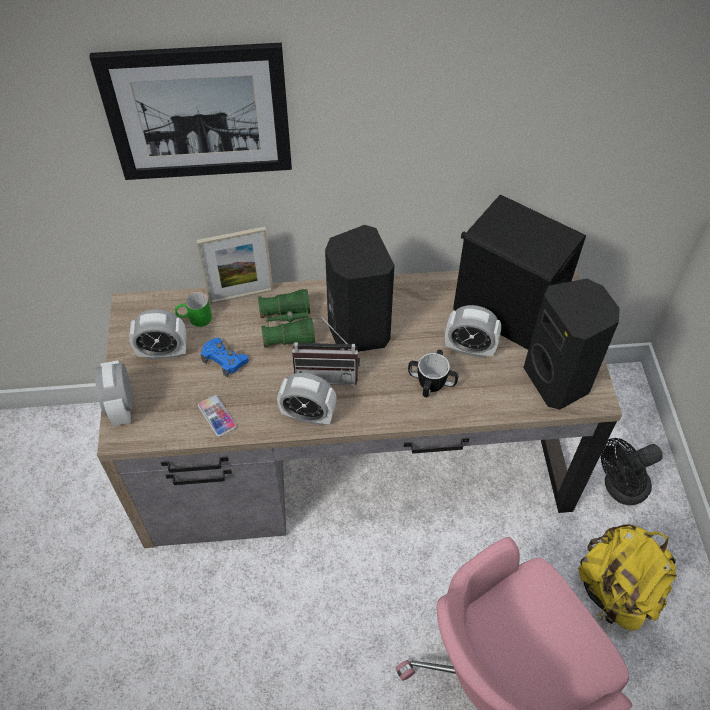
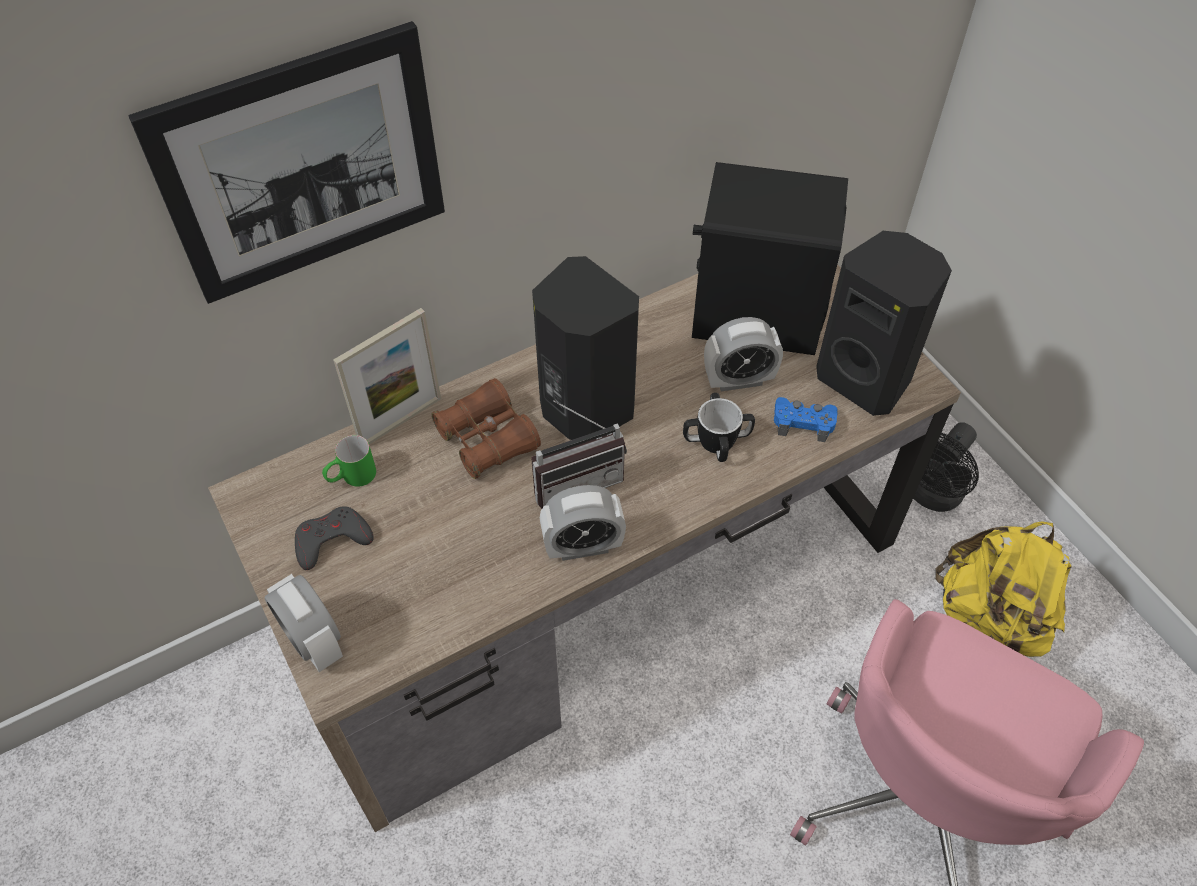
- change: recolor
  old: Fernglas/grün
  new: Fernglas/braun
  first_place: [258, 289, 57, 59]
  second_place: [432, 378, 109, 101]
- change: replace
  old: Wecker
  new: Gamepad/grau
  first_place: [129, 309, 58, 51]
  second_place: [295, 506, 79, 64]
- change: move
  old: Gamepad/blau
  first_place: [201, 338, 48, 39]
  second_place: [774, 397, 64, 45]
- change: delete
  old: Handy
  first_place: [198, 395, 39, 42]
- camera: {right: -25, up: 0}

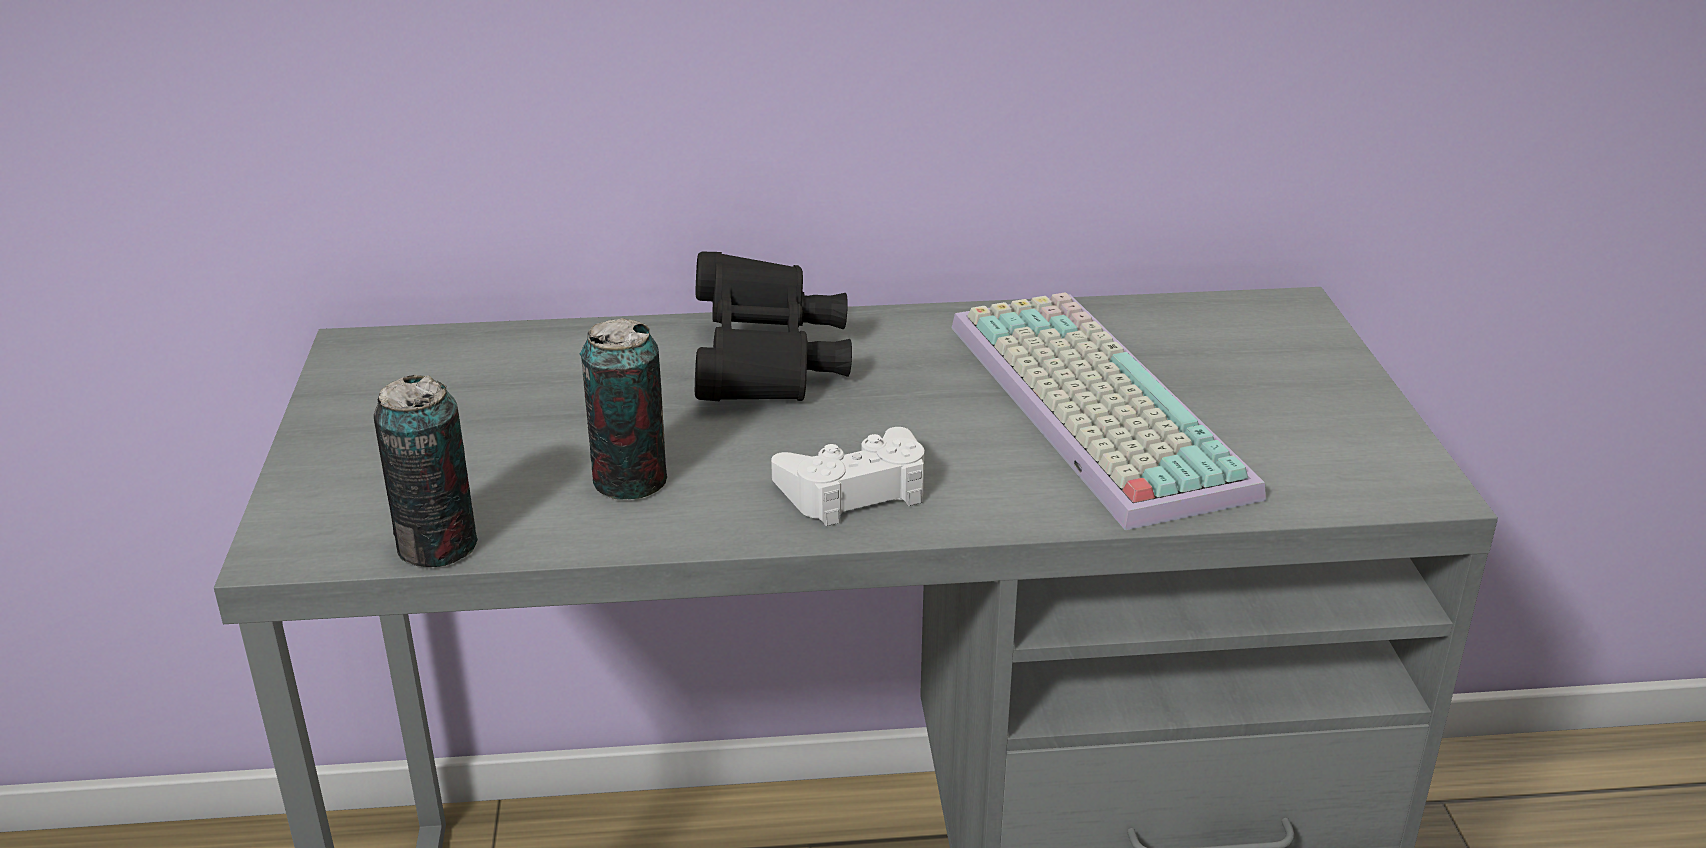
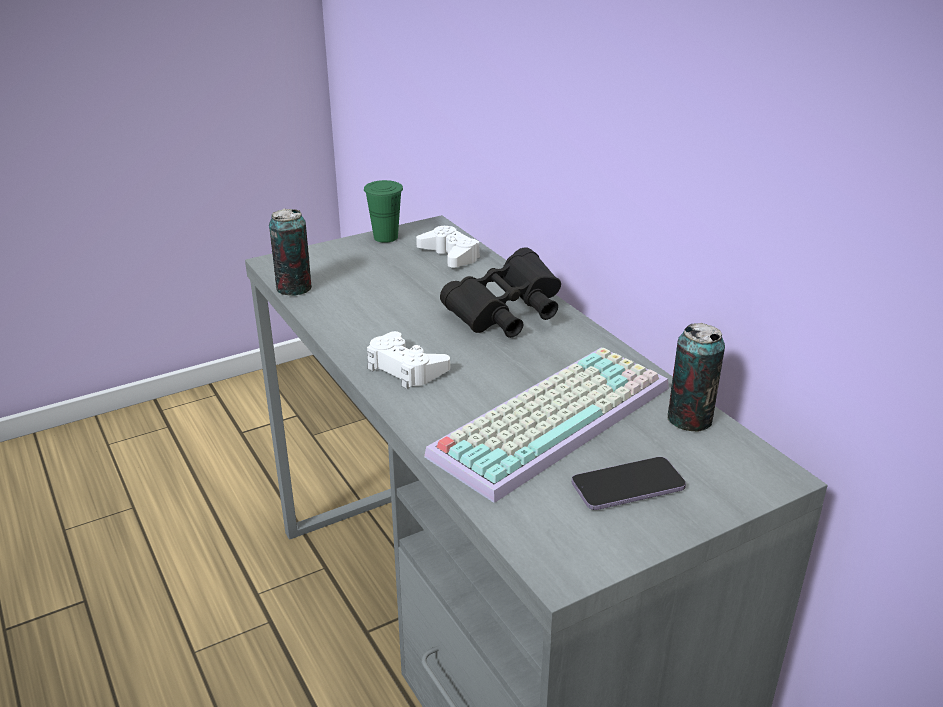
- change: move
  old: Dose
  first_place: [580, 318, 87, 182]
  second_place: [667, 323, 58, 109]
- change: insert
  new: Tasse/grün
  second_place: [364, 180, 39, 63]
- change: insert
  new: Gamepad/weiß
  second_place: [416, 226, 64, 42]
- change: insert
  new: Handy
  second_place: [572, 457, 114, 53]
- camera: {right: 65, up: 0}

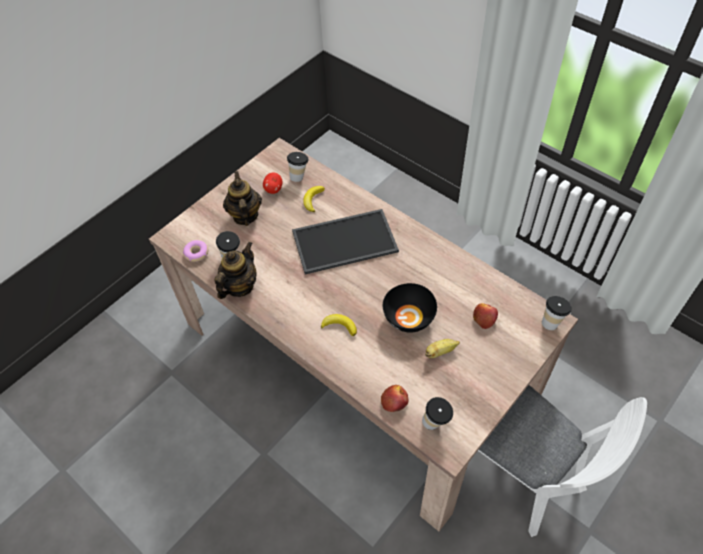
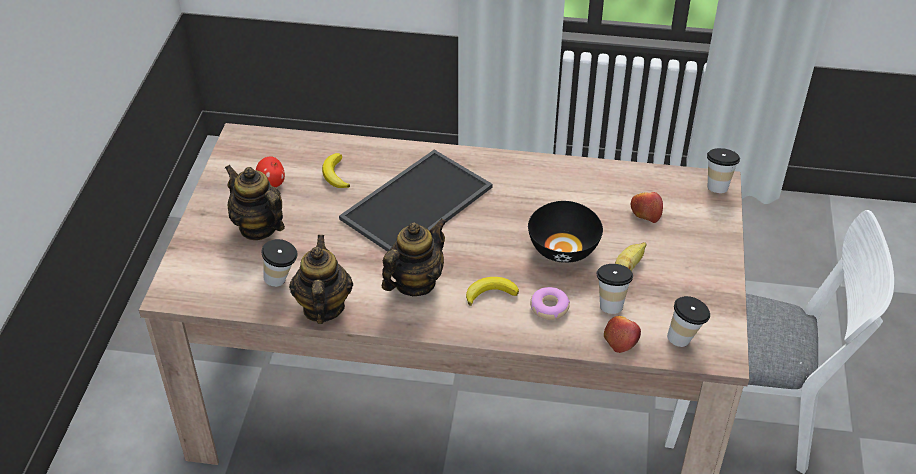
- change: move
  old: Tasse
  first_place: [287, 152, 22, 30]
  second_place: [597, 264, 36, 50]
- change: move
  old: Donut
  first_place: [183, 240, 25, 22]
  second_place: [530, 287, 40, 33]
- change: insert
  new: Teekanne
  second_place: [382, 218, 65, 78]
- camera: {right: -35, up: -10}

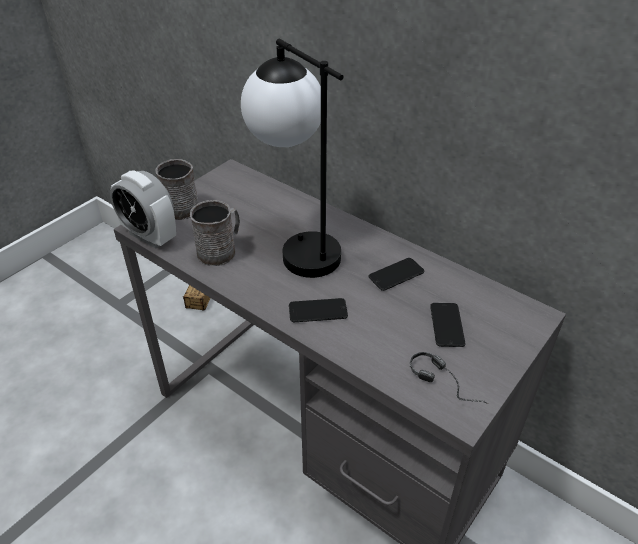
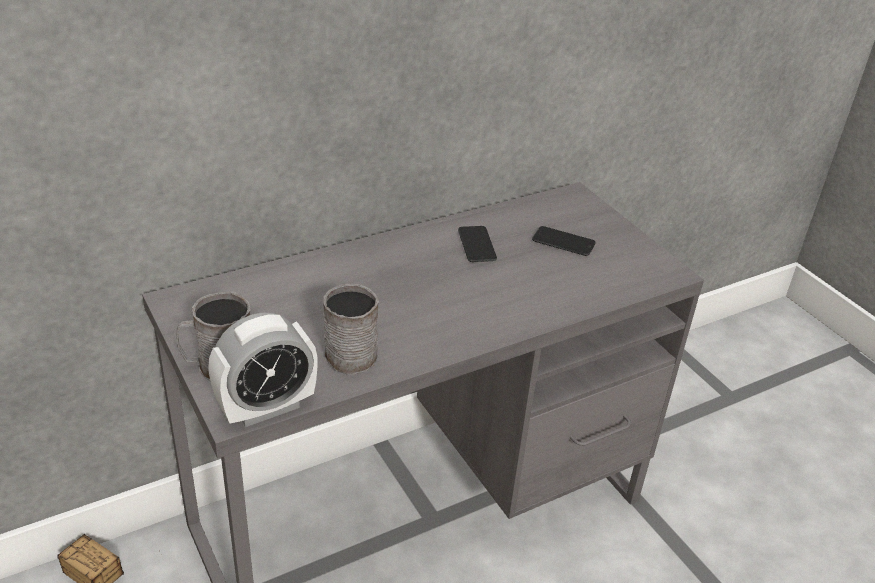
- change: delete
  old: Tischlampe
  first_place: [241, 39, 103, 239]
- change: delete
  old: Handy
  first_place: [289, 298, 59, 24]
- change: delete
  old: Kopfhörer
  first_place: [410, 352, 79, 52]
- camera: {right: -70, up: -5}

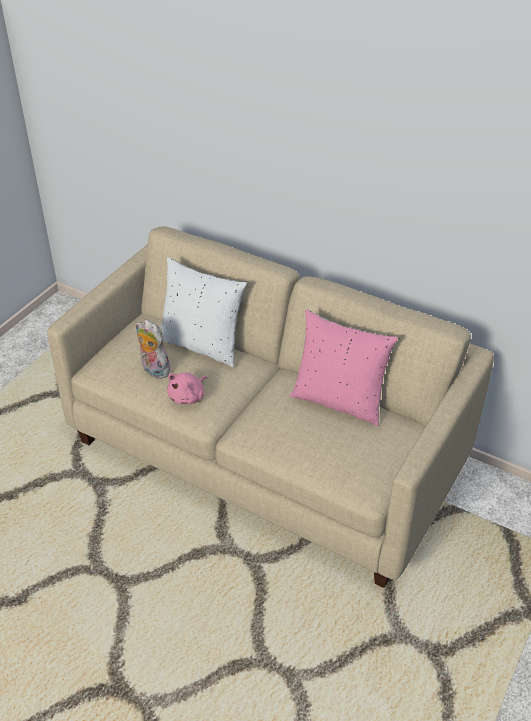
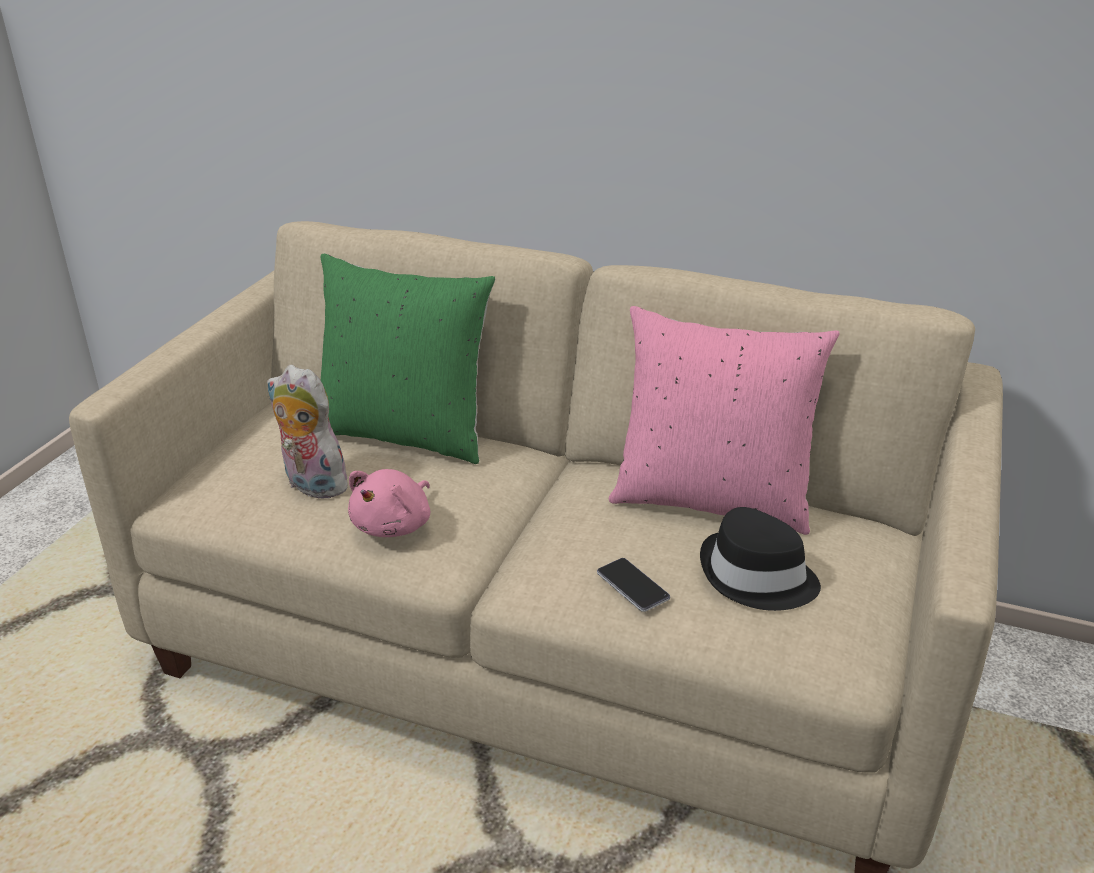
- change: recolor
  old: Kissen/weiß
  new: Kissen/grün
  first_place: [160, 257, 87, 110]
  second_place: [320, 253, 175, 211]
- change: insert
  new: Hut/schwarz
  second_place: [700, 507, 121, 104]
- change: insert
  new: Handy
  second_place: [597, 558, 73, 54]
- camera: {right: -10, up: -10}

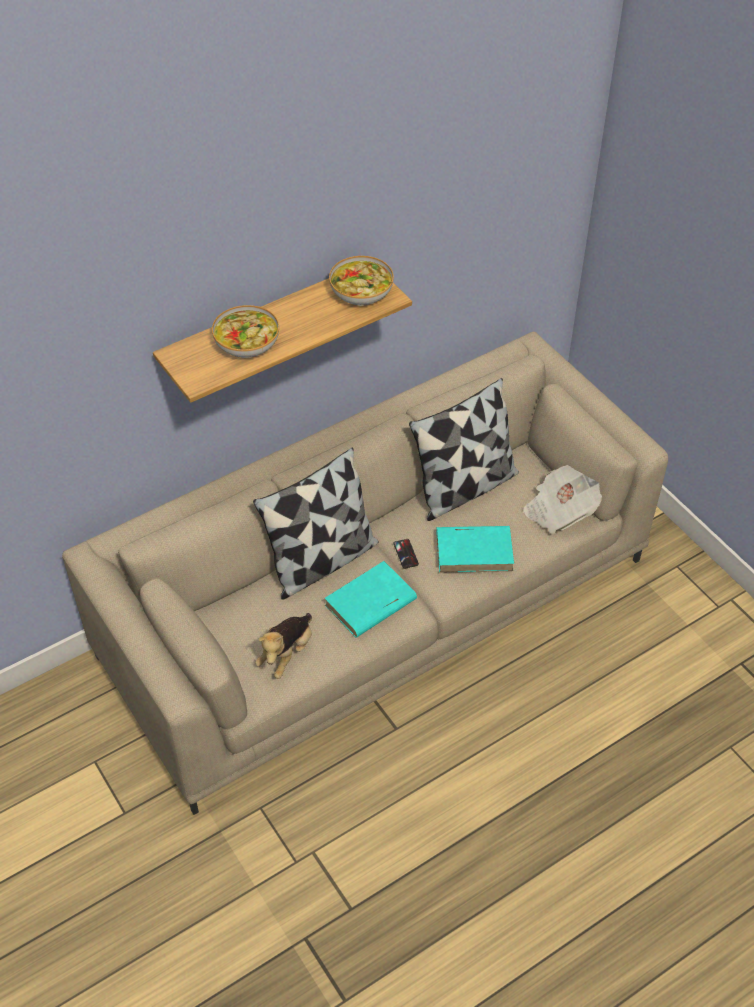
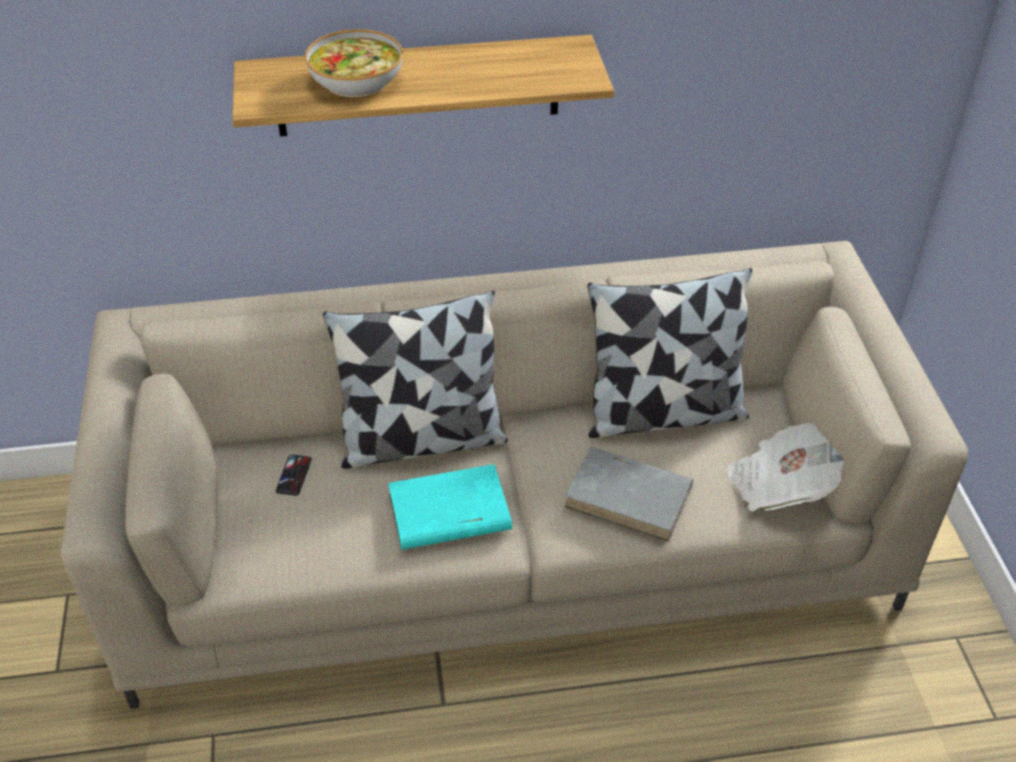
- change: delete
  old: Schüssel
  first_place: [329, 256, 65, 50]
- change: recolor
  old: Buch/türkis
  new: Buch/grau
  first_place: [436, 526, 78, 47]
  second_place: [564, 447, 129, 95]
- change: move
  old: Handy
  first_place: [393, 539, 26, 30]
  second_place: [276, 454, 36, 42]
- change: delete
  old: Plüschtier
  first_place: [255, 613, 57, 66]
- camera: {right: 25, up: -5}

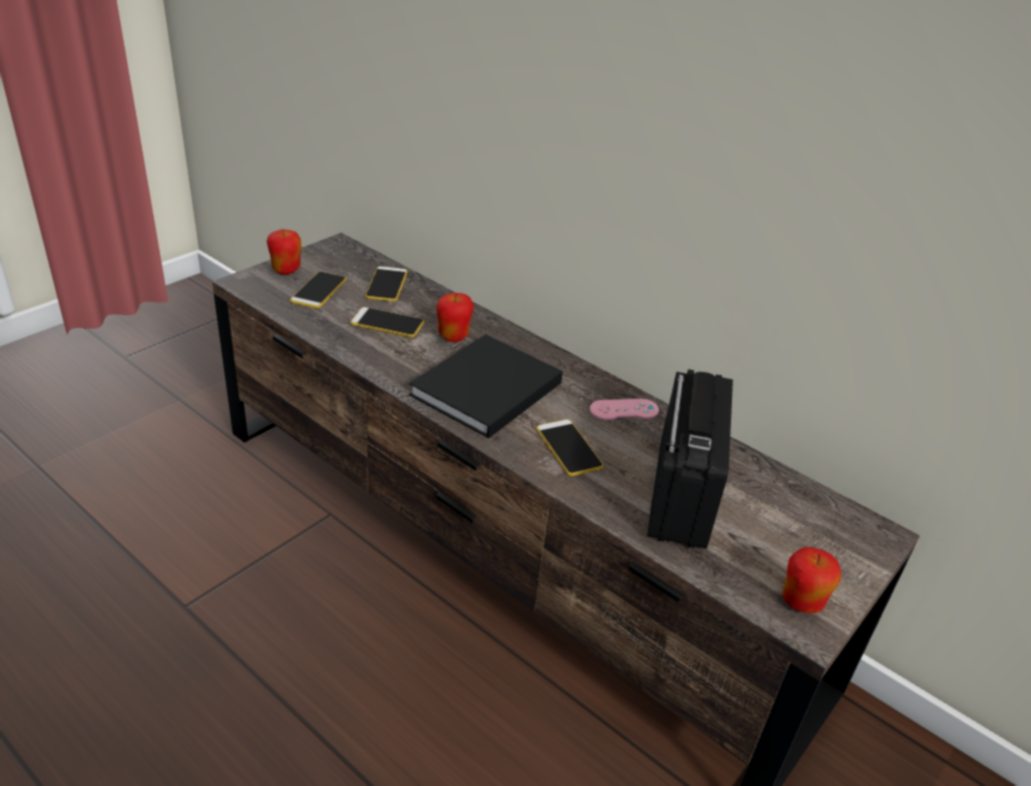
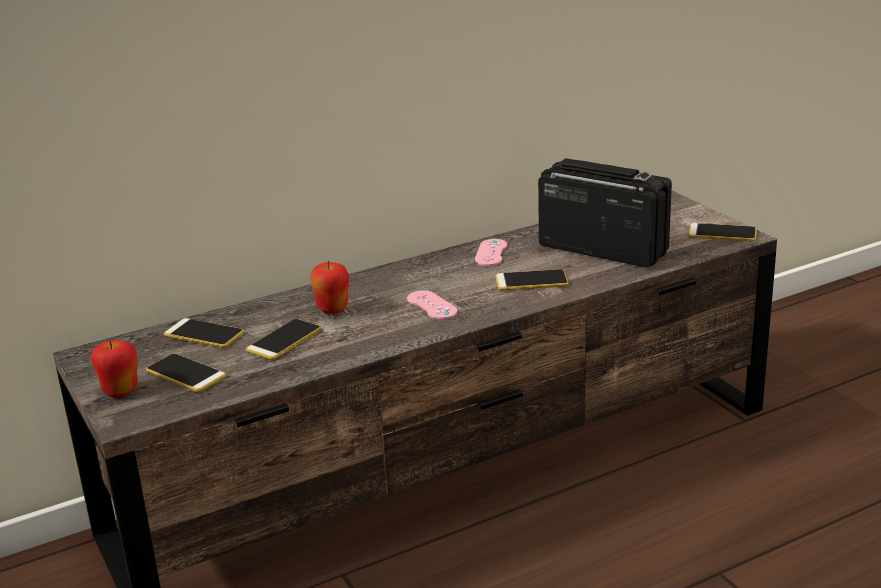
- change: replace
  old: Buch/schwarz
  new: Gamepad/rosa
  first_place: [409, 334, 154, 104]
  second_place: [407, 291, 51, 28]
- change: replace
  old: Apfel
  new: Handy
  first_place: [782, 547, 59, 66]
  second_place: [688, 223, 69, 19]
- camera: {right: -65, up: -10}

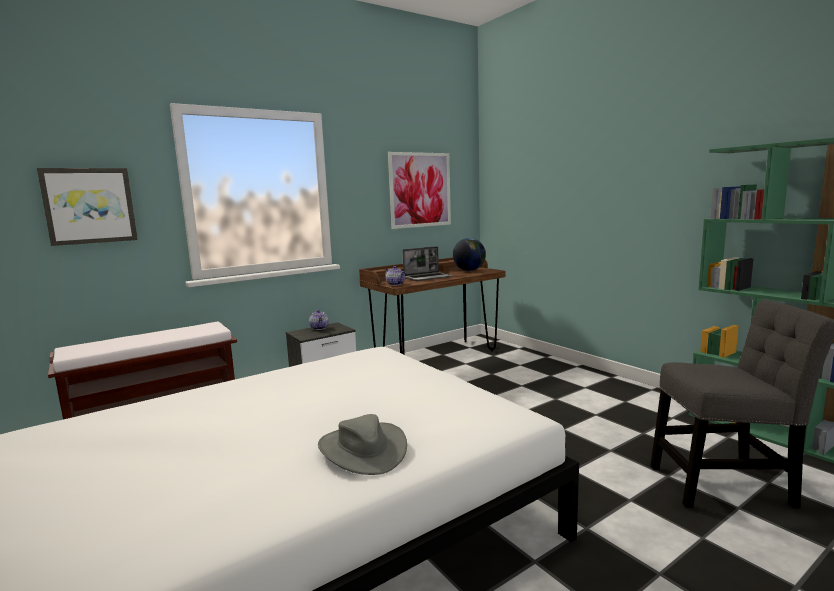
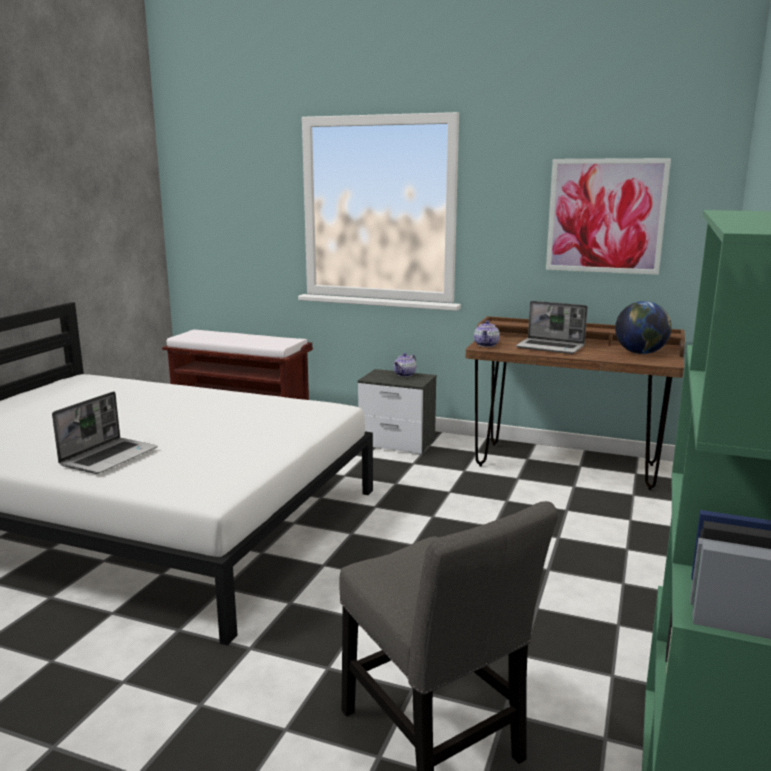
- change: delete
  old: Bild
  first_place: [37, 168, 101, 78]
- change: replace
  old: Hut/grau
  new: Laptop
  first_place: [318, 414, 89, 61]
  second_place: [52, 391, 106, 83]
- camera: {right: 55, up: 5}

